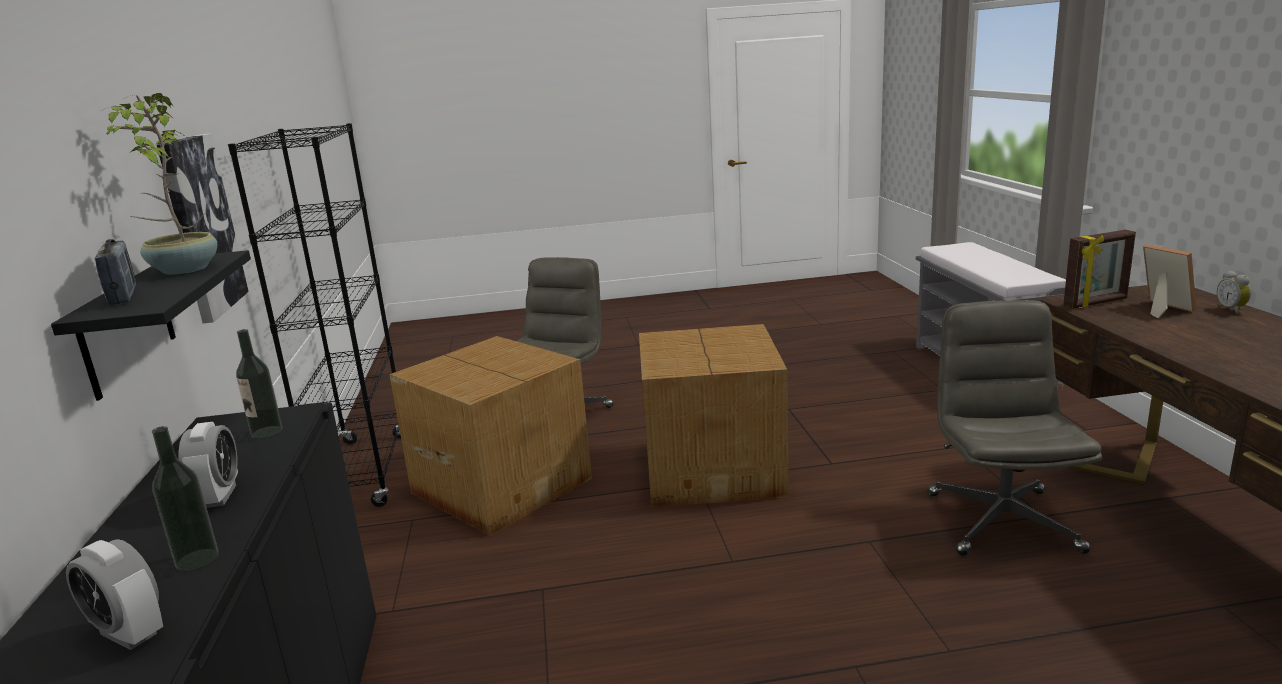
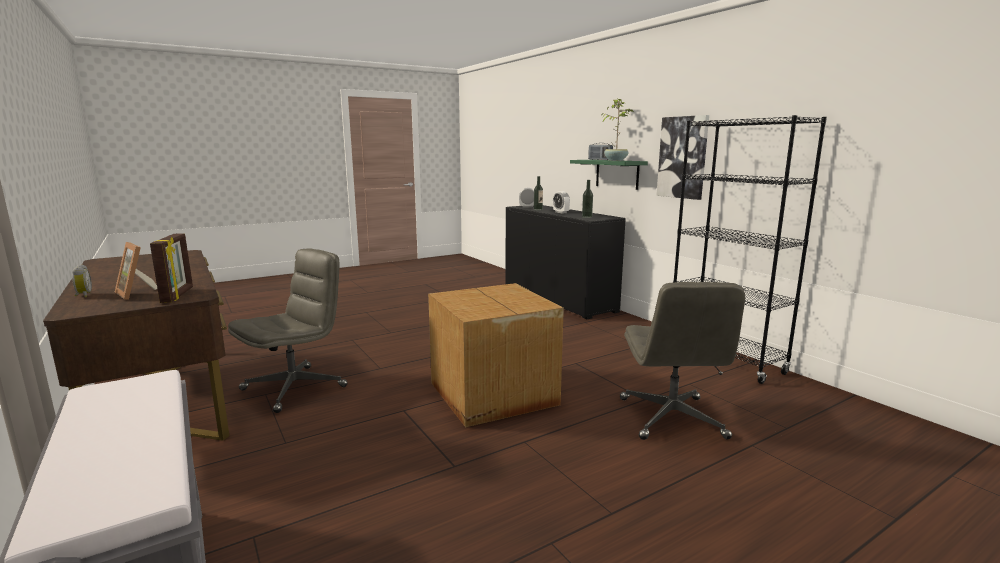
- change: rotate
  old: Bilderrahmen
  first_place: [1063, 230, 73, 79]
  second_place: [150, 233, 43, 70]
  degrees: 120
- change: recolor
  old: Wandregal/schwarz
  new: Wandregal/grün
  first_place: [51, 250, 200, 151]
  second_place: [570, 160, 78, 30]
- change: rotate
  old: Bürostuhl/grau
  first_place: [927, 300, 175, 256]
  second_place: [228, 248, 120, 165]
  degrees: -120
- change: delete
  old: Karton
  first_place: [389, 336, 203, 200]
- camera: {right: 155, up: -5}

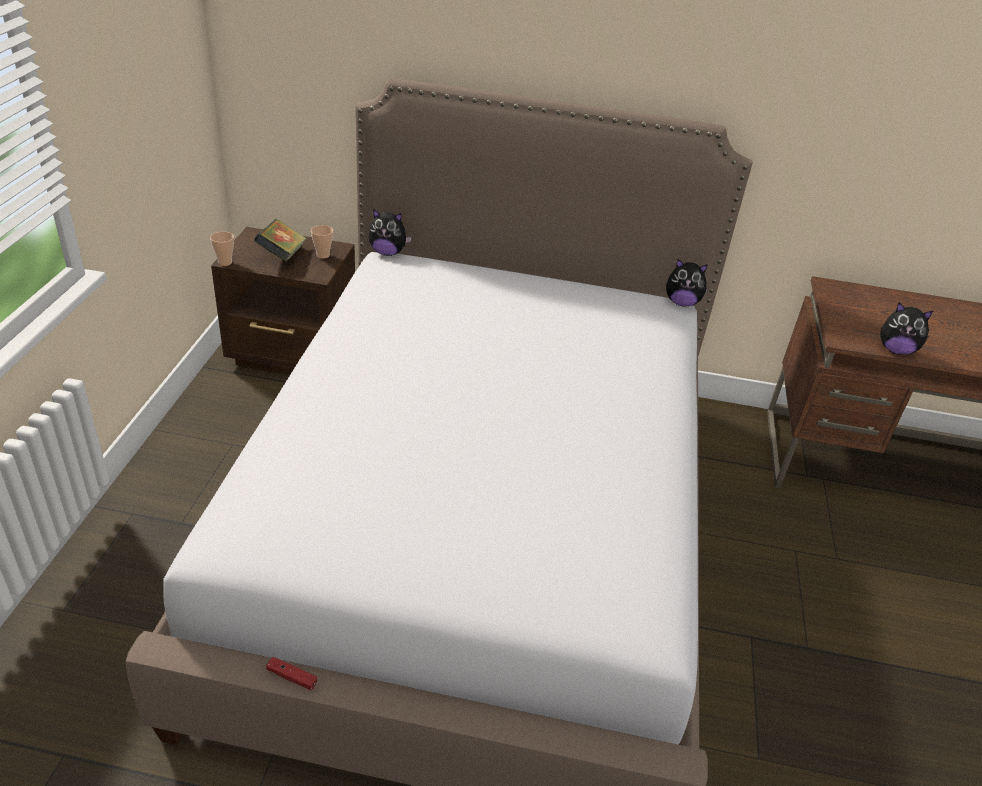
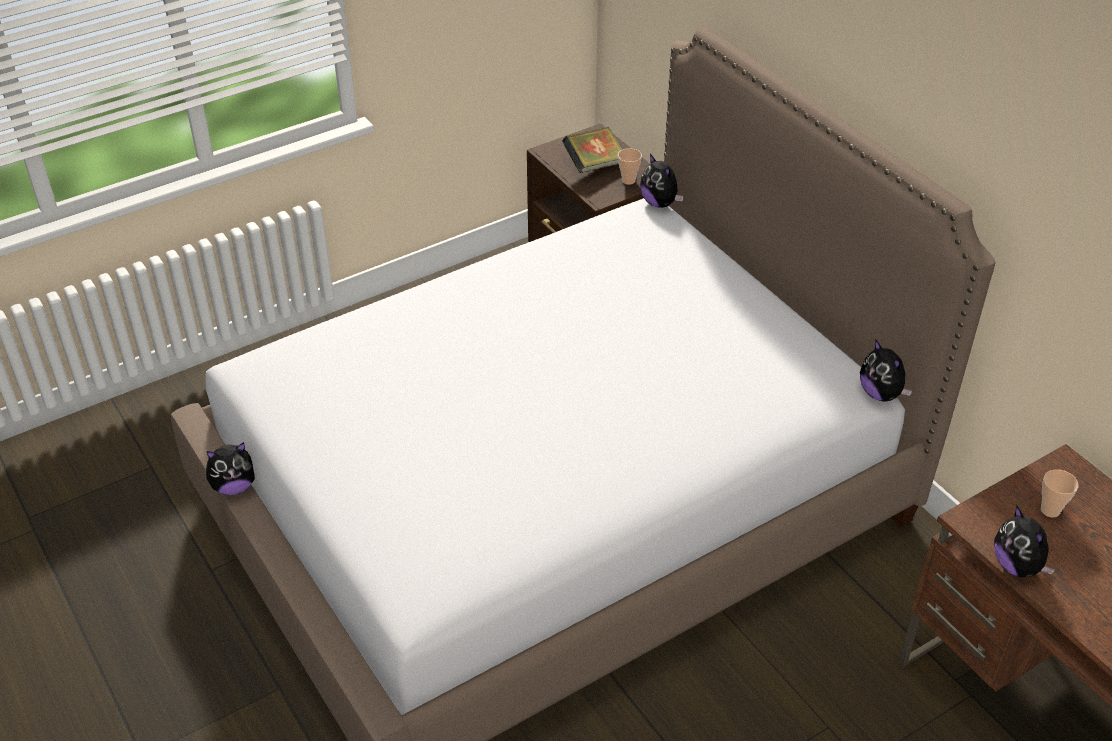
- change: move
  old: Tasse
  first_place: [210, 231, 24, 35]
  second_place: [1041, 469, 38, 49]
- change: replace
  old: Gamepad/rot
  new: Plüschtier
  first_place: [266, 657, 51, 33]
  second_place: [206, 442, 49, 53]
- camera: {right: 50, up: 5}

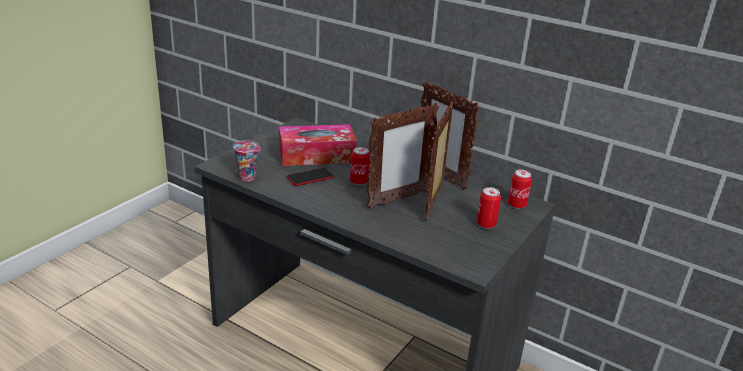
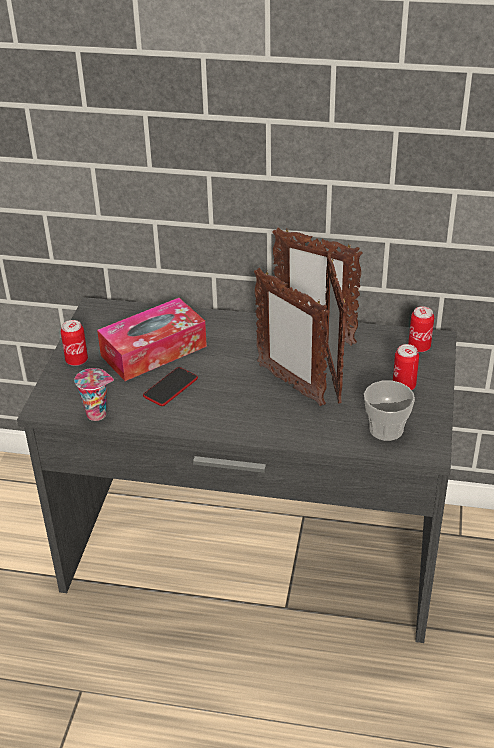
- change: rotate
  old: Bilderrahmen
  first_place: [367, 103, 72, 106]
  second_place: [254, 268, 76, 138]
  degrees: 105
- change: move
  old: Dose
  first_place: [350, 147, 20, 38]
  second_place: [61, 320, 27, 46]
- change: insert
  new: Tasse
  second_place: [364, 380, 51, 61]
- camera: {right: -20, up: 10}

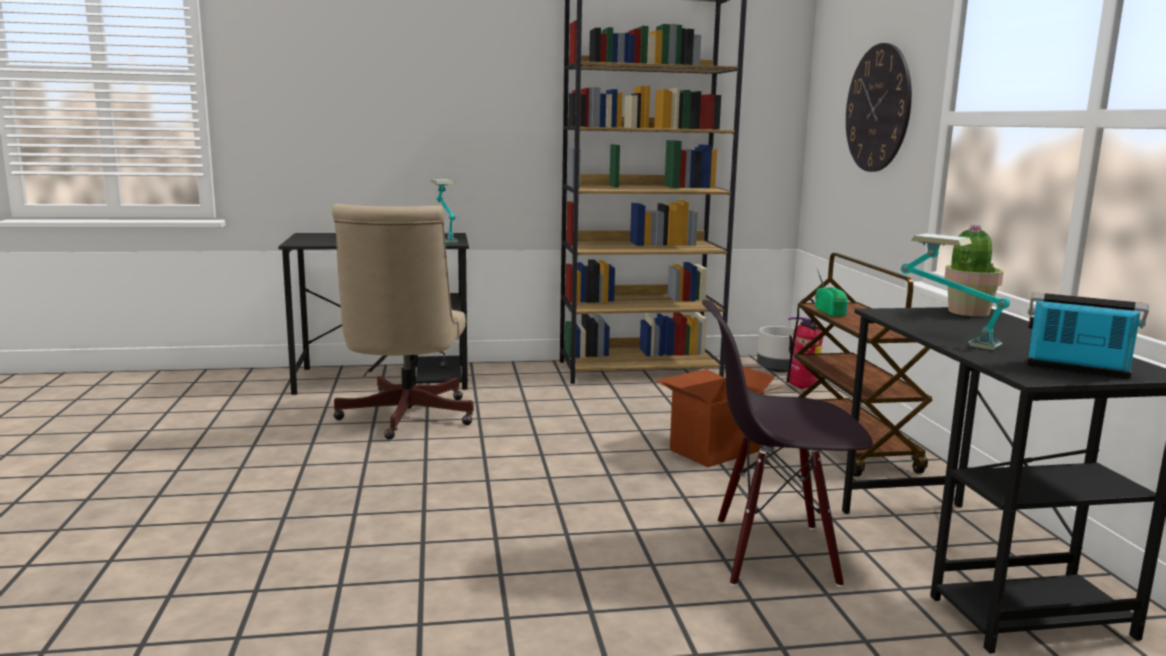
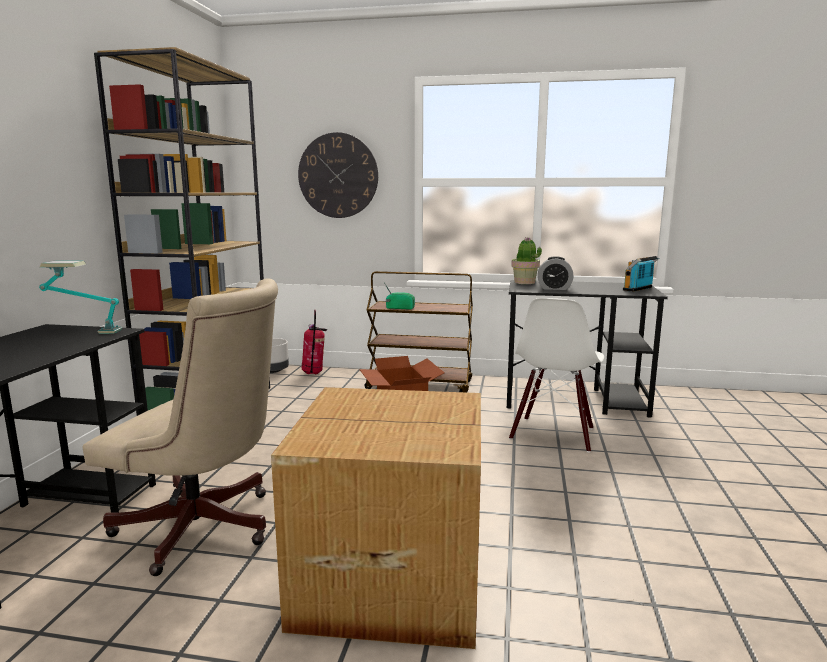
- change: delete
  old: Tischlampe
  first_place: [901, 233, 109, 117]
- change: recolor
  old: Stuhl/schwarz
  new: Stuhl/weiß
  first_place: [702, 300, 171, 287]
  second_place: [509, 298, 95, 155]
- change: insert
  new: Wecker
  second_place: [538, 256, 36, 34]
- change: insert
  new: Karton
  second_place: [271, 387, 210, 262]
- camera: {right: -70, up: 0}

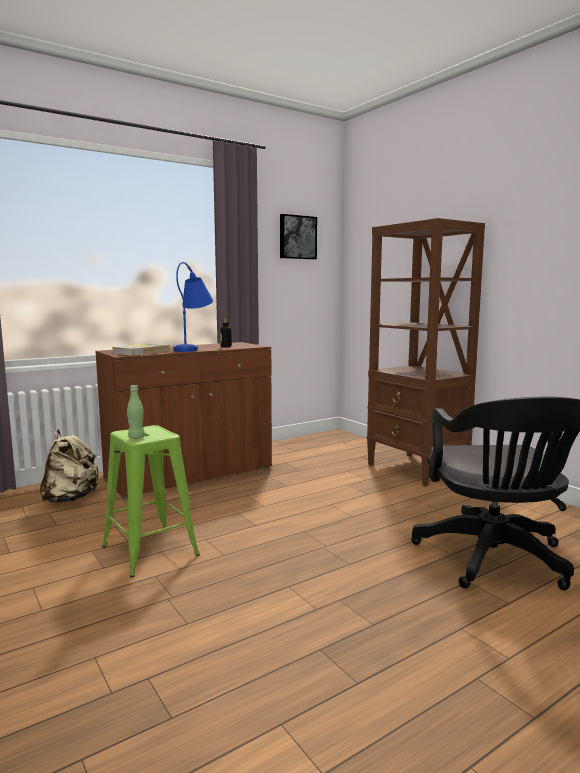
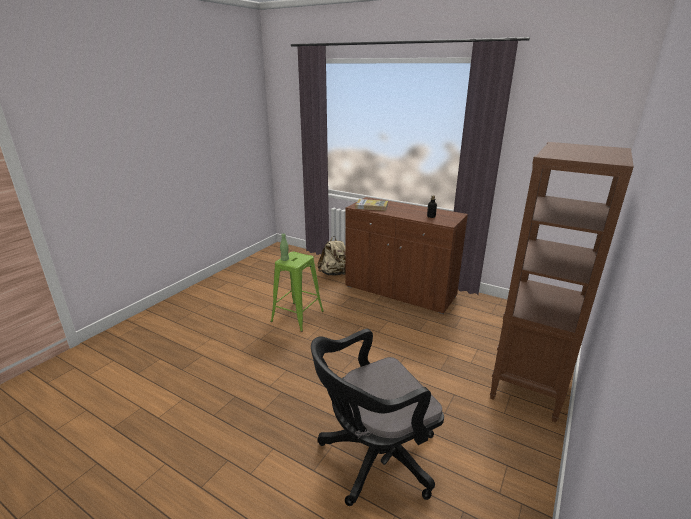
- change: delete
  old: Bild
  first_place: [280, 214, 37, 46]
- change: delete
  old: Tischlampe/blau
  first_place: [173, 262, 40, 90]
- camera: {right: 65, up: 15}

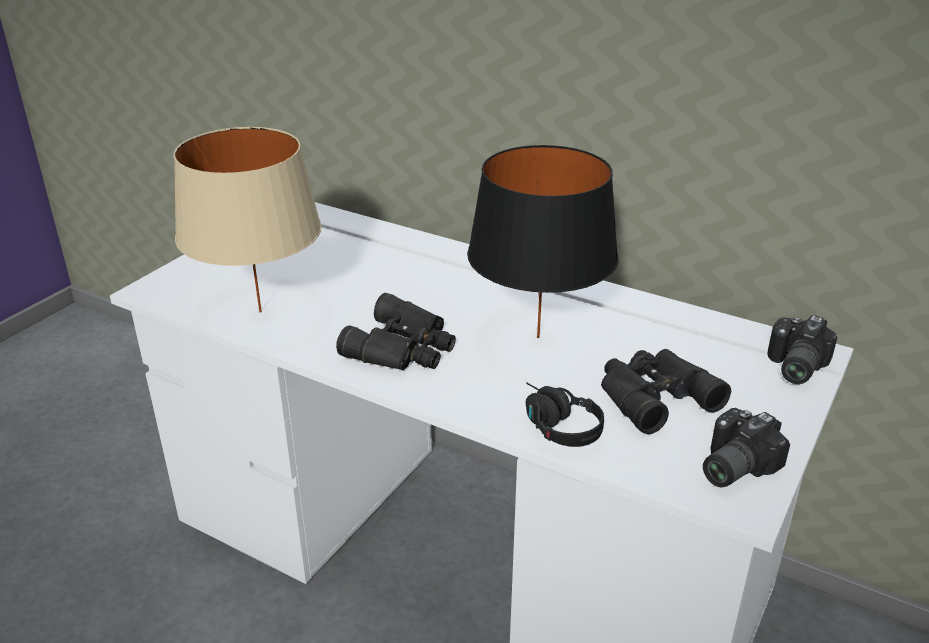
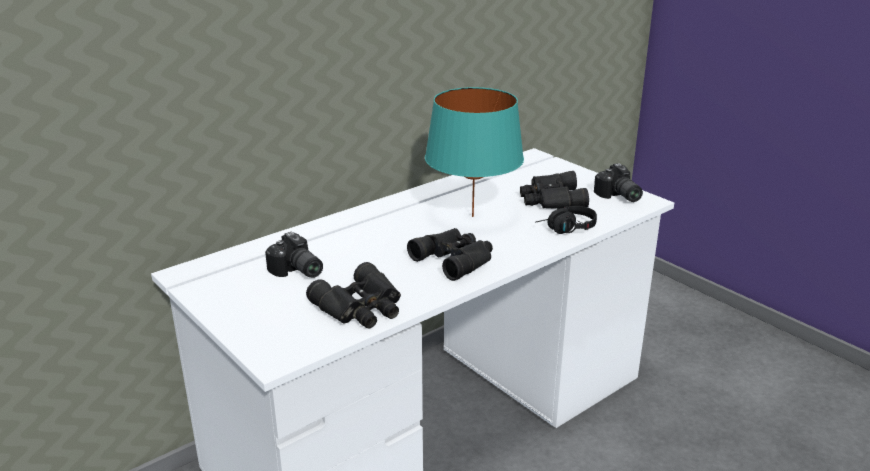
- change: replace
  old: Tischlampe/beige
  new: Fernglas/schwarz
  first_place: [174, 127, 148, 185]
  second_place: [306, 262, 95, 67]
- change: recolor
  old: Tischlampe/schwarz
  new: Tischlampe/türkis
  first_place: [467, 145, 152, 193]
  second_place: [425, 87, 99, 130]
- change: move
  old: Kamera
  first_place: [767, 315, 70, 69]
  second_place: [265, 232, 58, 46]
- camera: {right: -70, up: -5}

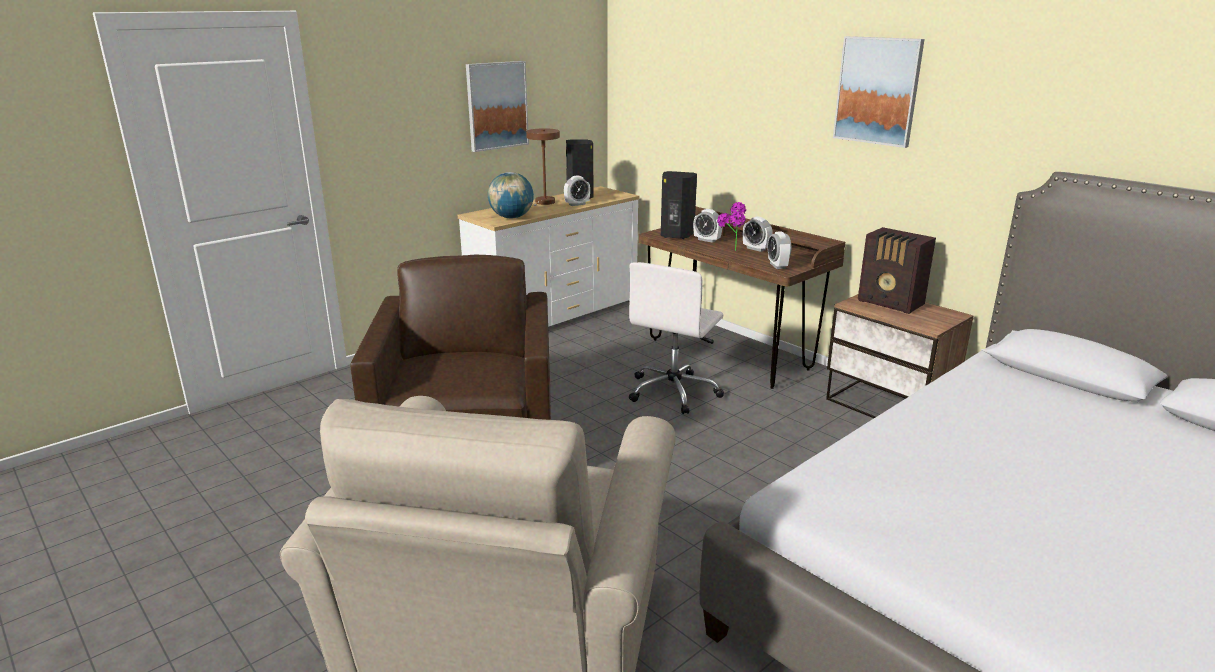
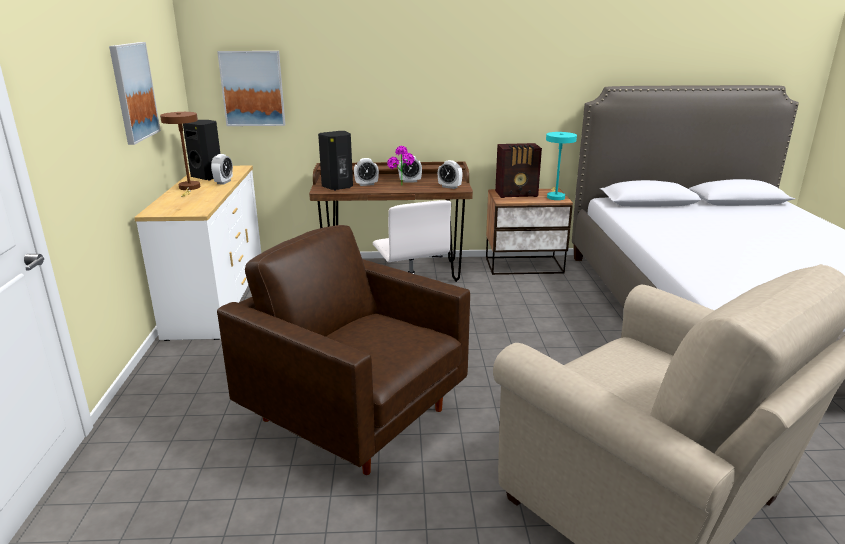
- change: move
  old: Bild
  first_place: [833, 36, 92, 112]
  second_place: [217, 51, 68, 75]
- change: delete
  old: Globus
  first_place: [488, 172, 46, 47]
- change: insert
  new: Tischlampe/türkis
  second_place: [546, 132, 31, 68]
- camera: {right: -50, up: 0}

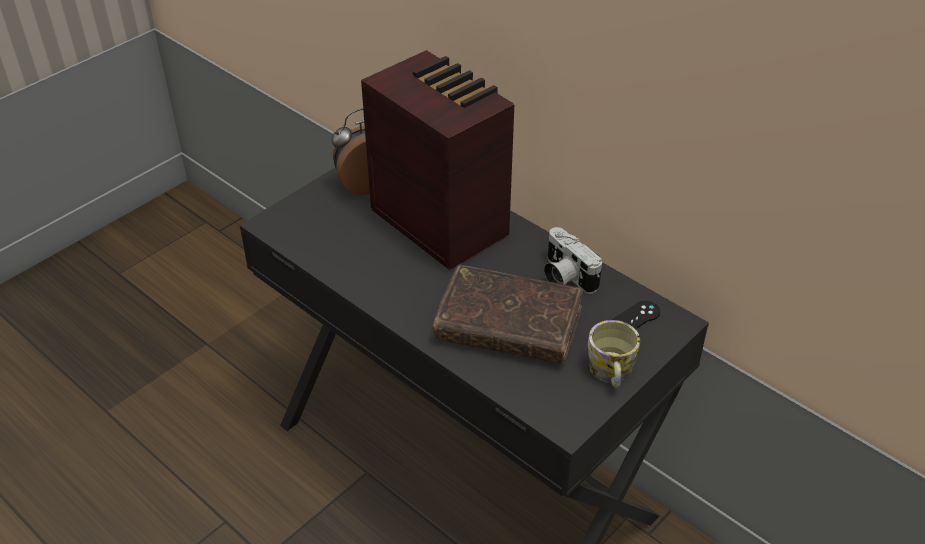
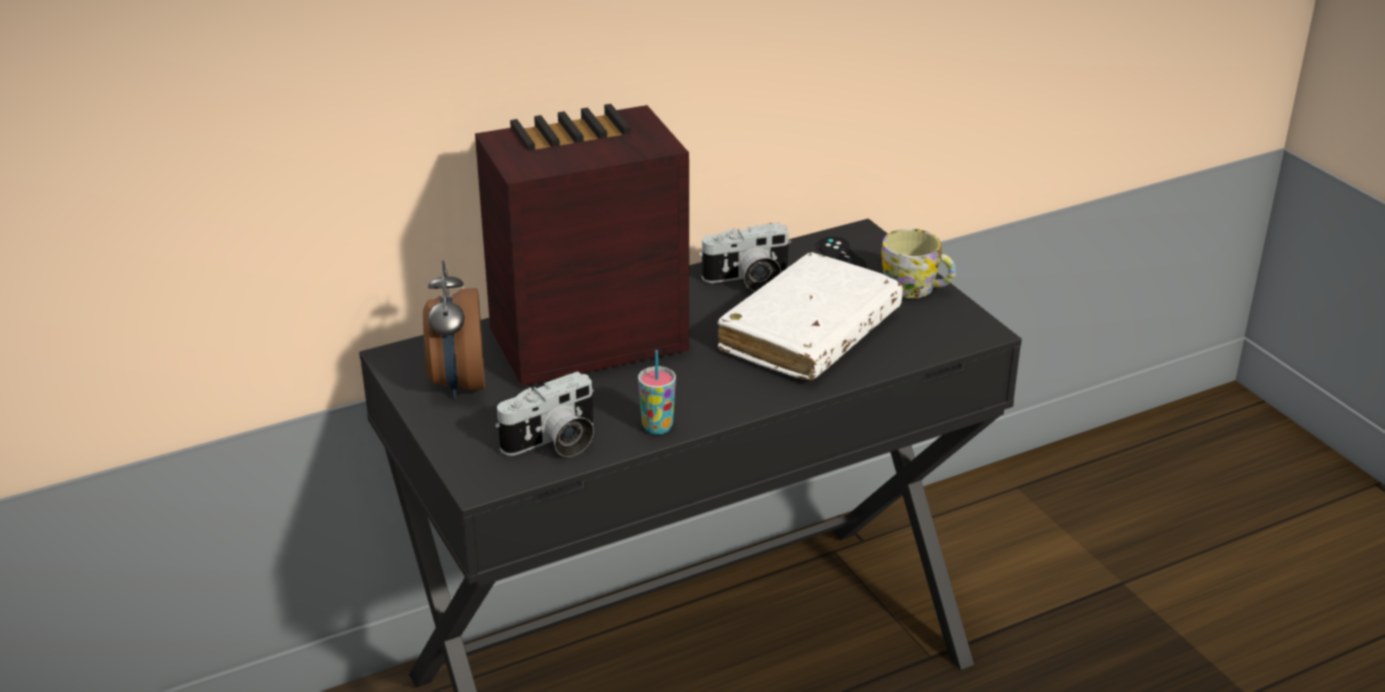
- change: recolor
  old: Buch/braun
  new: Buch/weiß
  first_place: [433, 265, 150, 99]
  second_place: [717, 253, 186, 127]
- change: insert
  new: Tasse
  second_place: [638, 350, 38, 85]
- change: insert
  new: Kamera
  second_place: [495, 371, 99, 86]
- camera: {right: -70, up: -10}

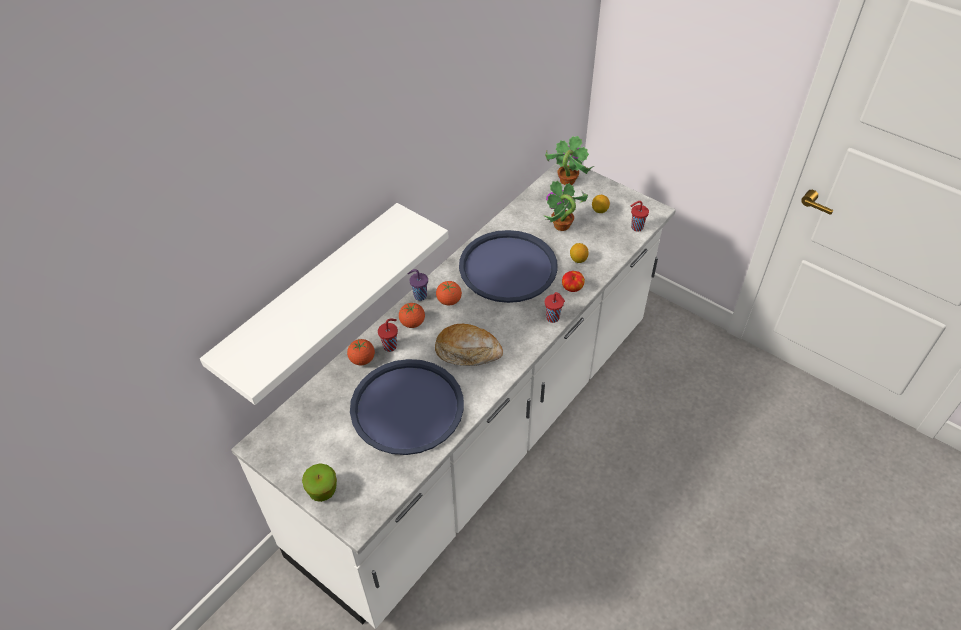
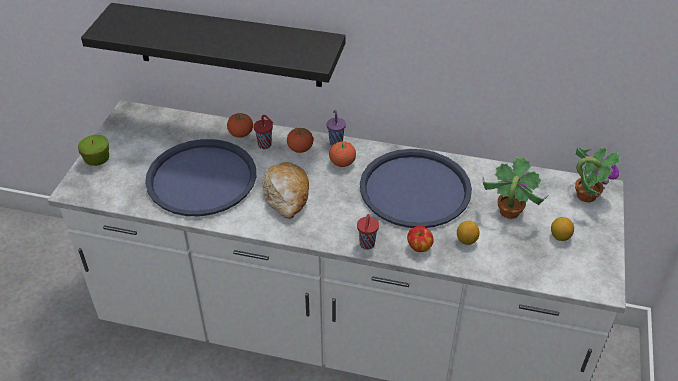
- change: delete
  old: Tasse/rot
  first_place: [631, 201, 18, 31]
- change: recolor
  old: Wandregal/weiß
  new: Wandregal/schwarz
  first_place: [200, 203, 249, 202]
  second_place: [81, 3, 265, 84]
- camera: {right: 65, up: -5}

